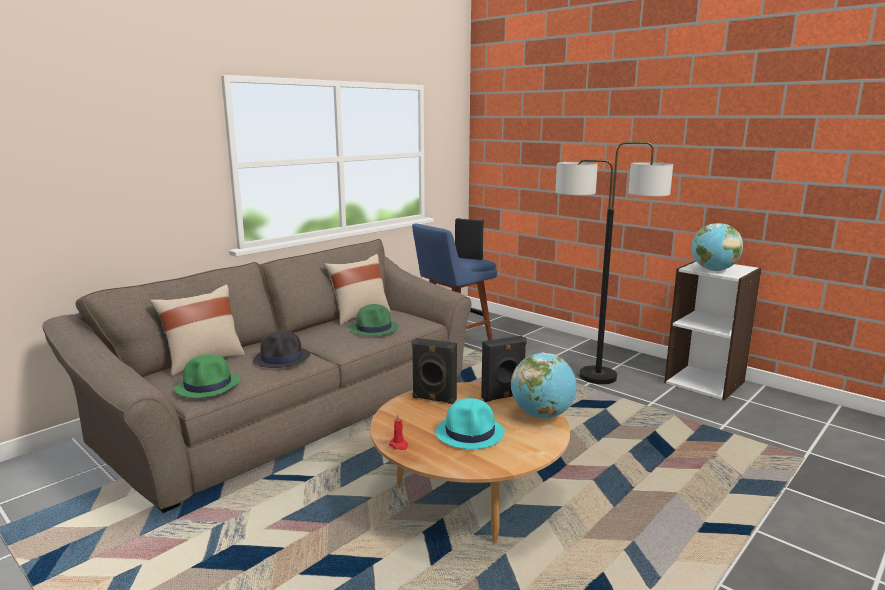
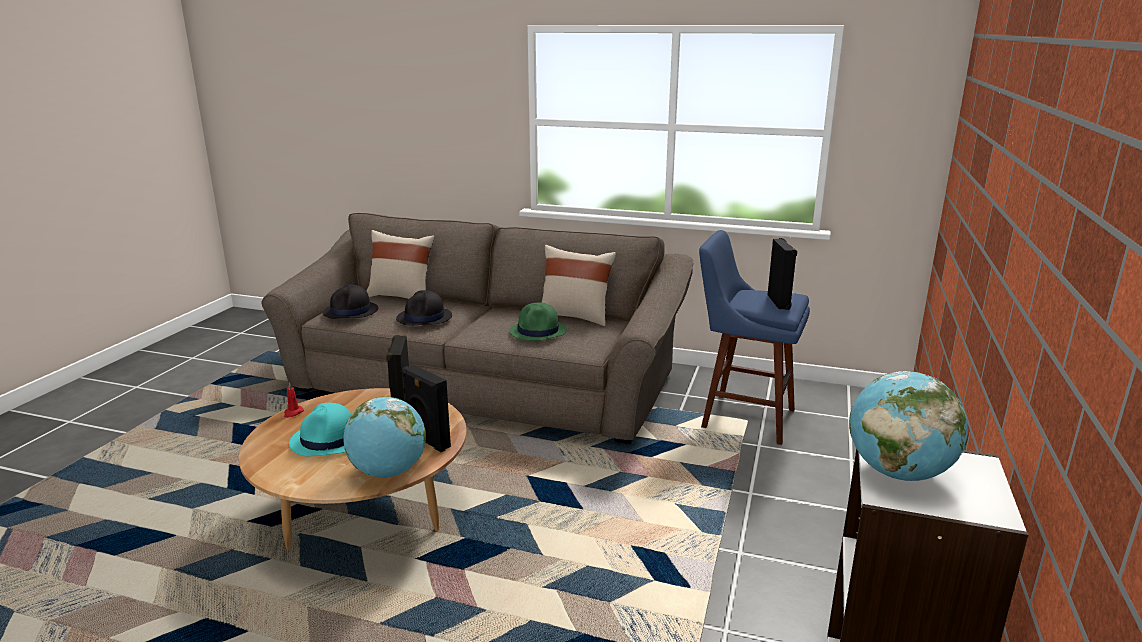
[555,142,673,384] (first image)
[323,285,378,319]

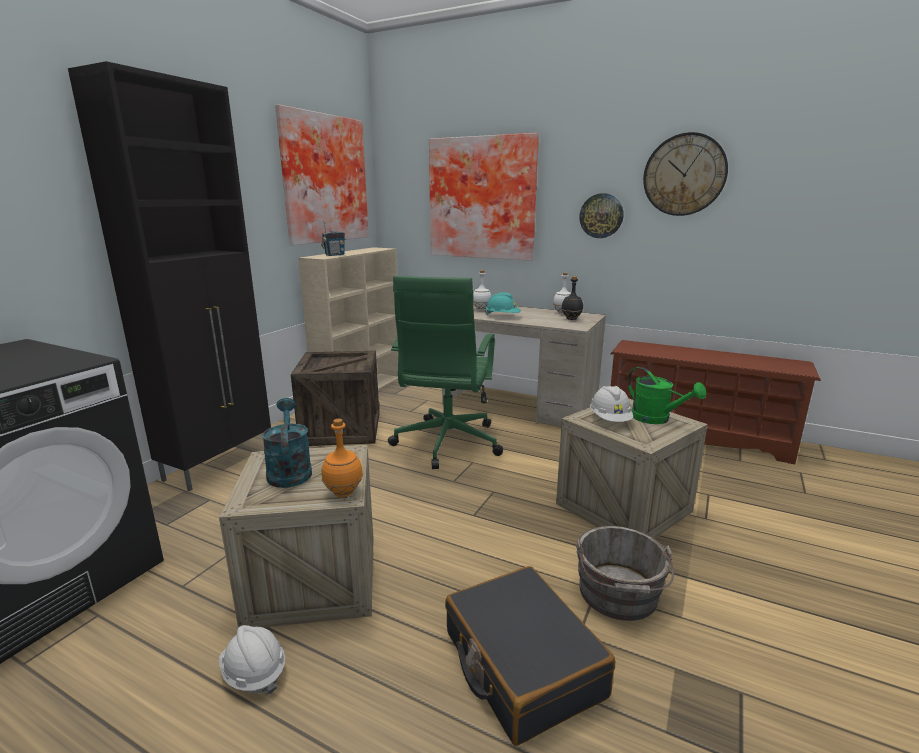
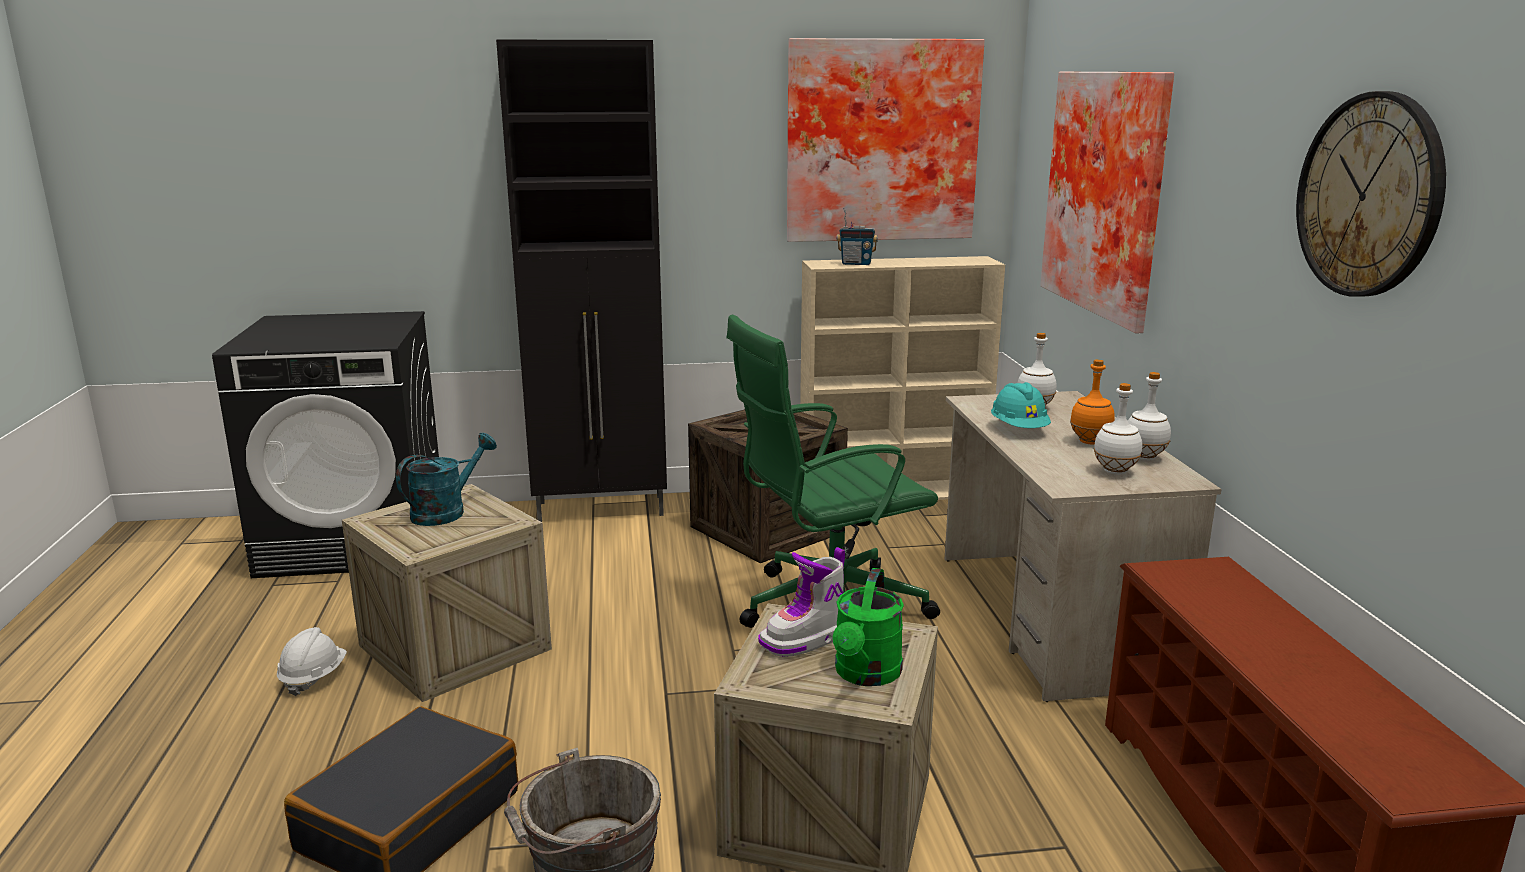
[579,193,624,238] (first image)
[1094,383,1142,475]
[758,547,845,657]
[1070,359,1115,444]

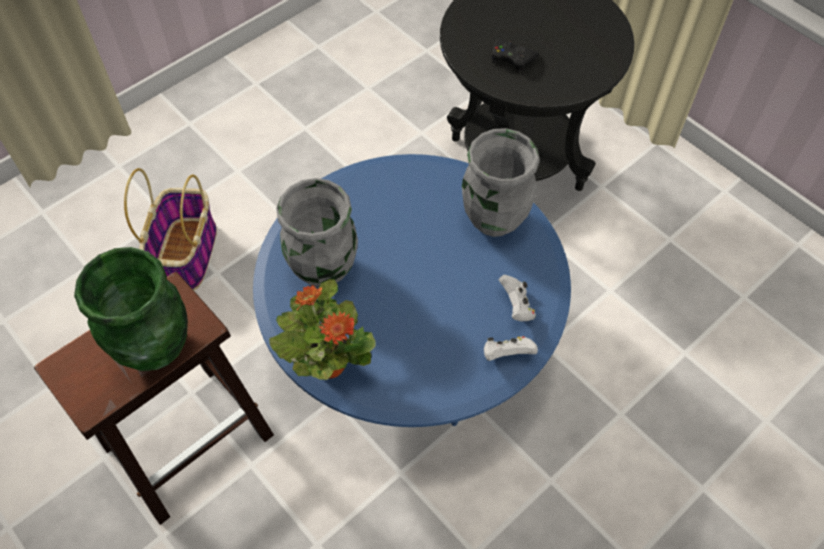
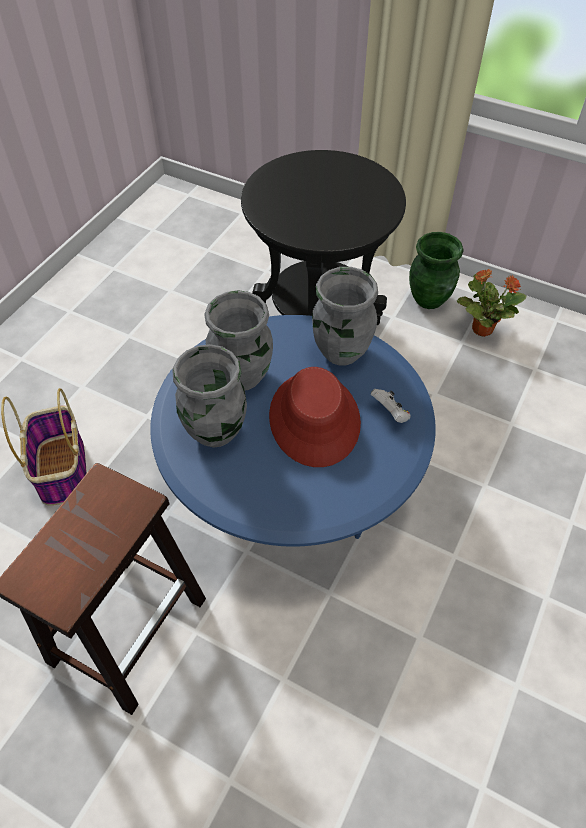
[492,39,540,72] (first image)
[409,232,463,309]
[457,269,526,337]
[484,336,538,361] (first image)
[204,290,273,390]
[269,367,361,467]

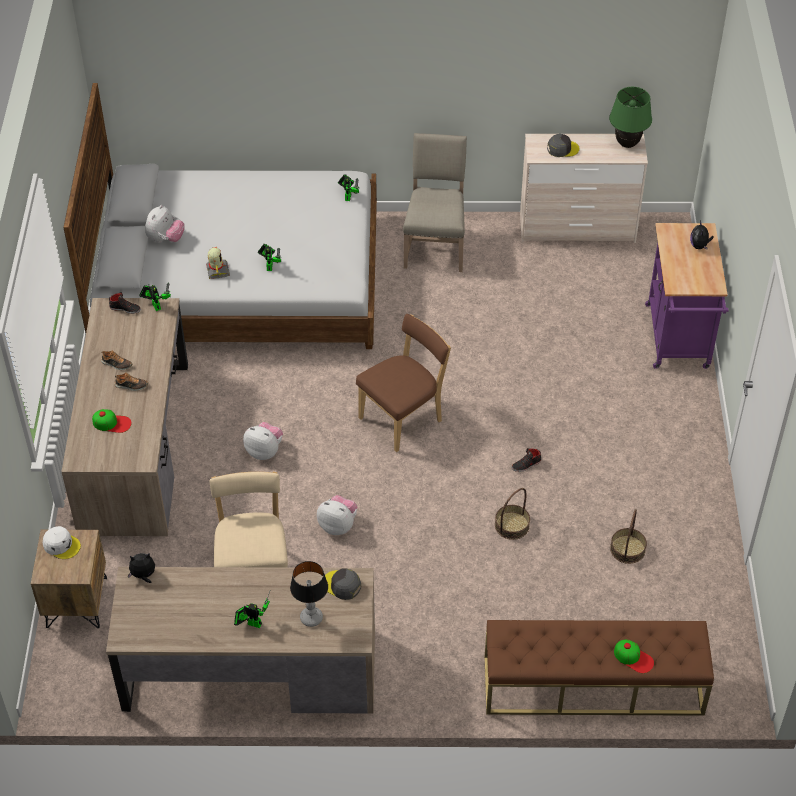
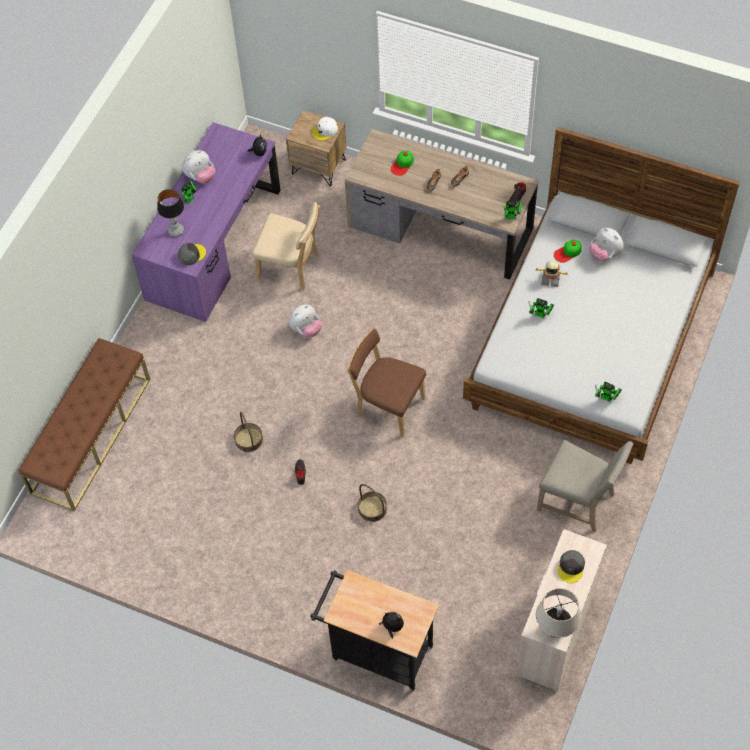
[536,588,581,638]
[310,570,439,691]
[347,329,426,437]
[182,150,215,183]
[358,484,387,522]
[132,122,281,322]
[554,240,582,263]

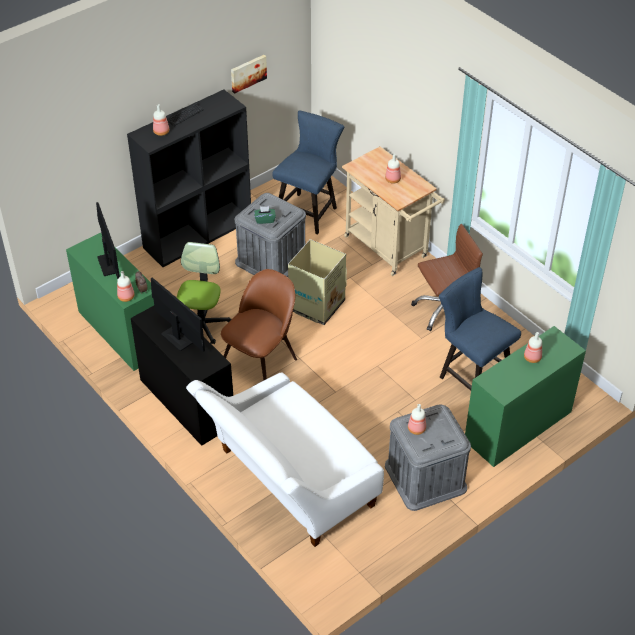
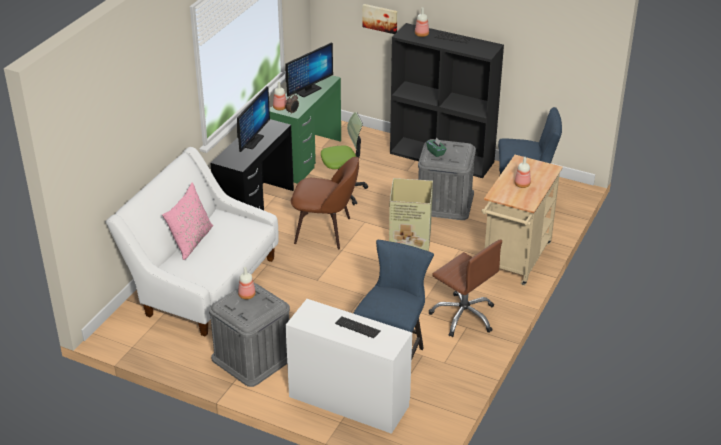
[362,4,398,34]
[285,299,412,434]
[335,316,381,338]
[162,182,213,260]

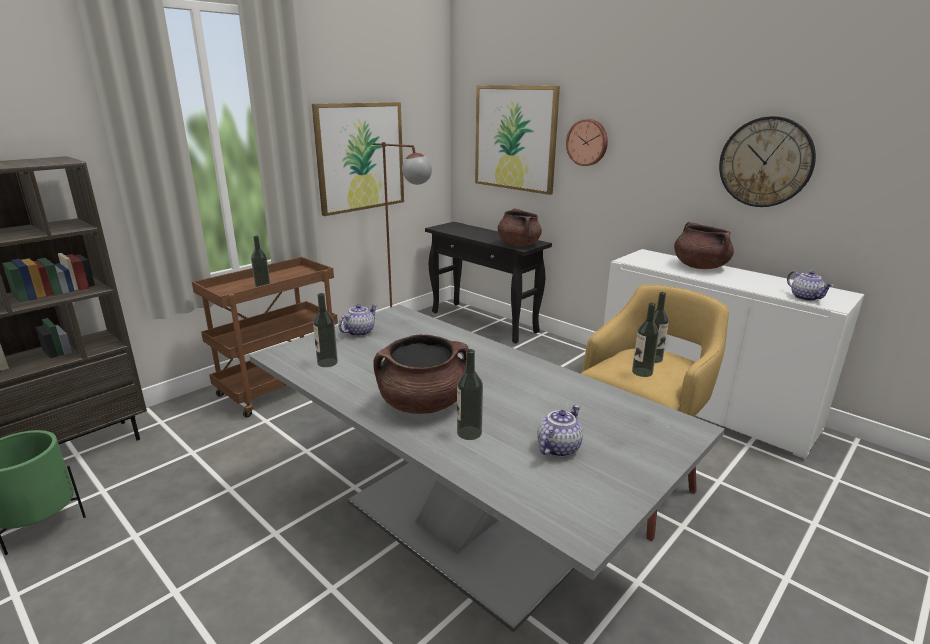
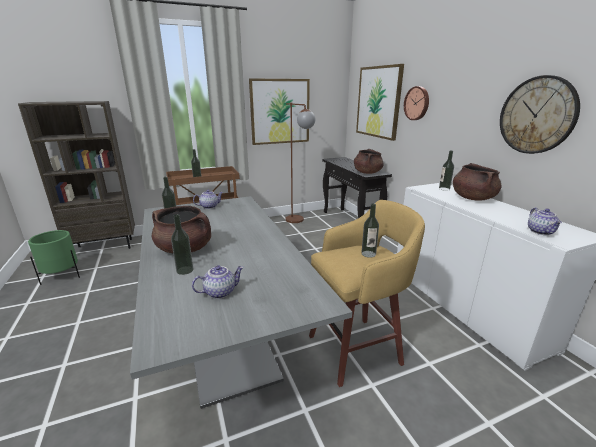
[439,151,454,191]

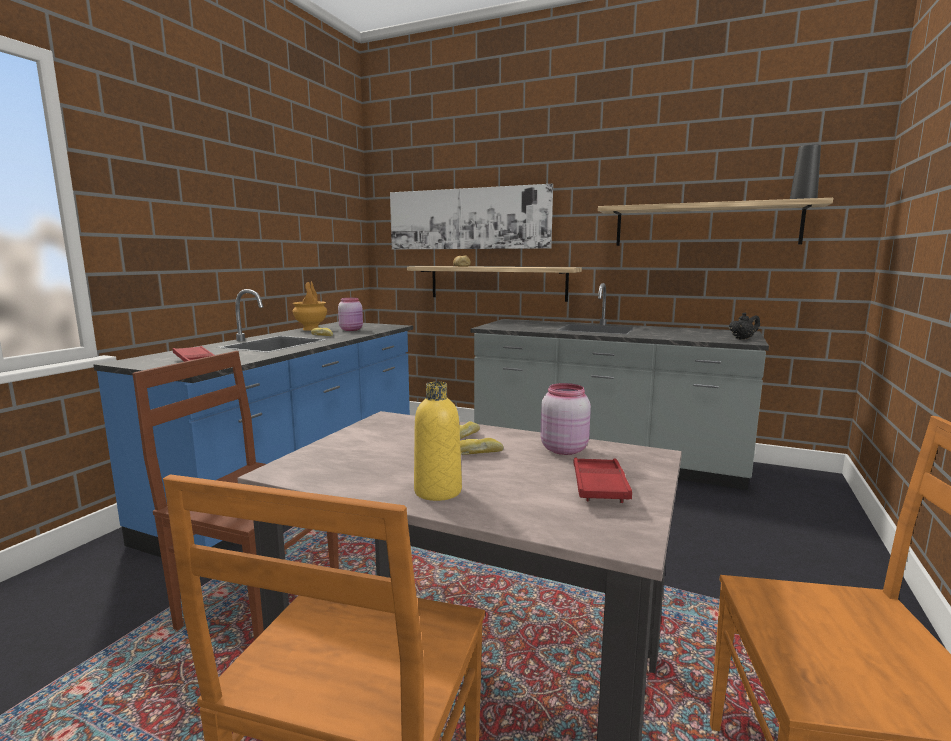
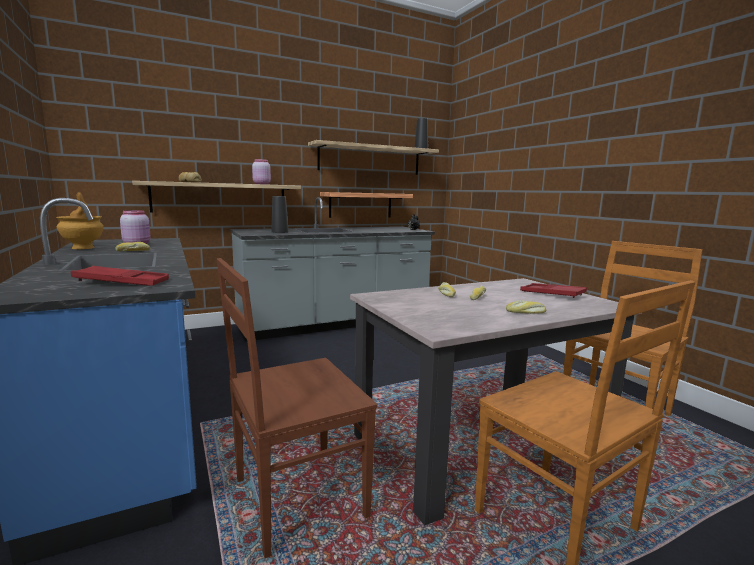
[390,184,553,249] (first image)
[506,300,546,314]
[252,159,271,184]
[320,192,413,218]
[271,196,289,233]

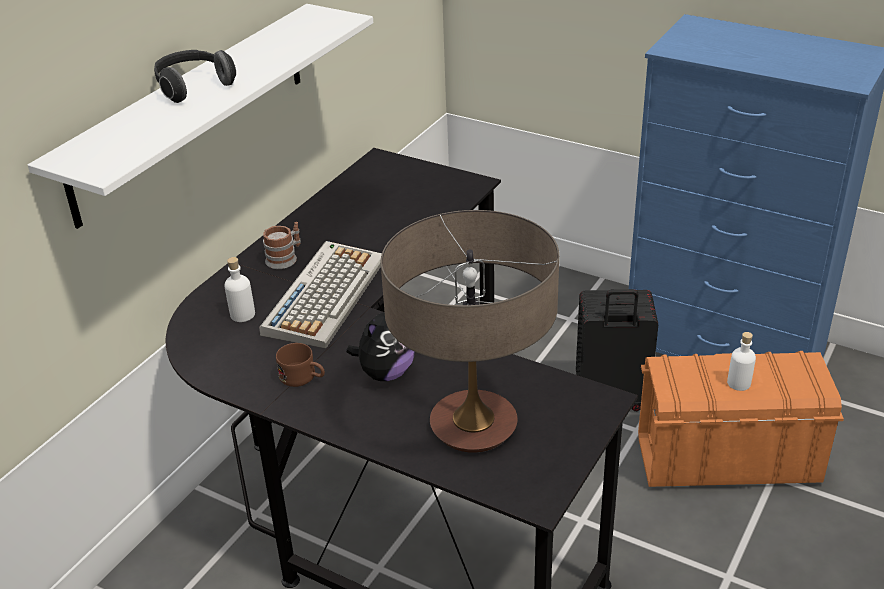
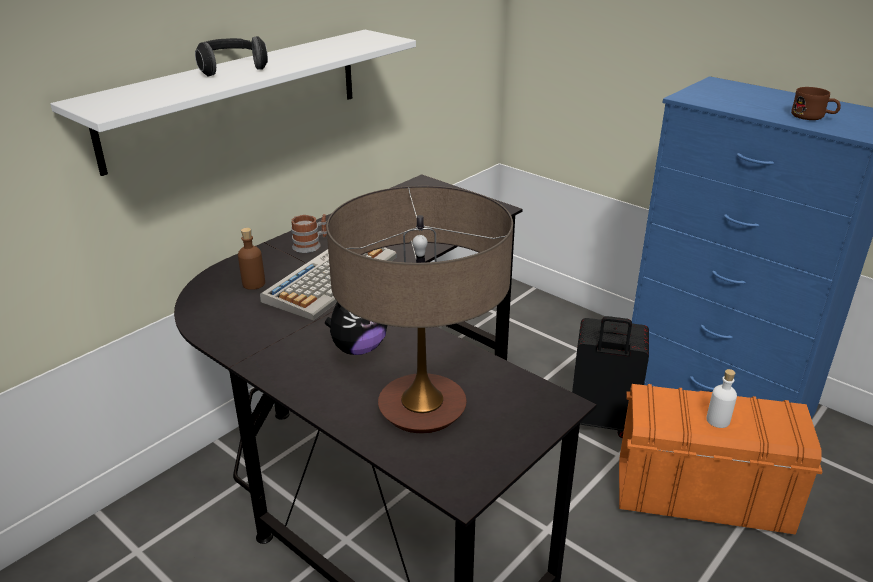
[238,228,265,290]
[791,87,841,120]

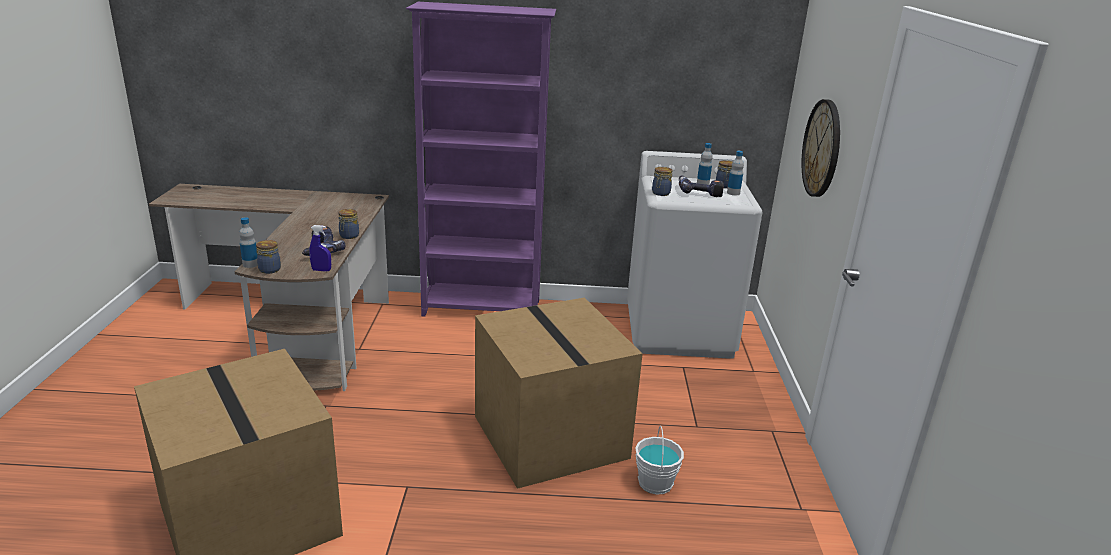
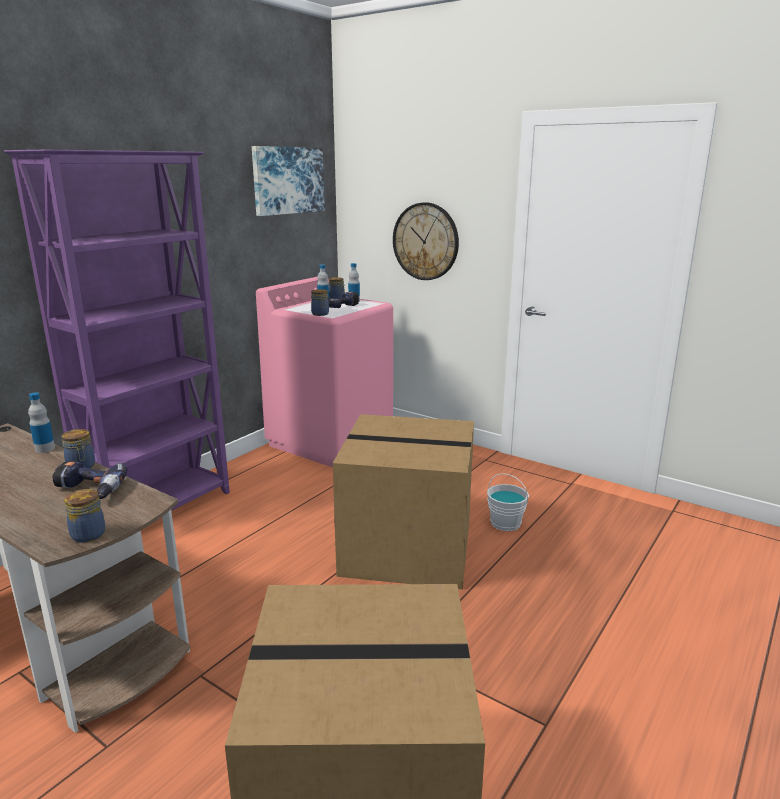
[256,277,393,467]
[28,392,55,453]
[309,225,331,272] (first image)
[252,146,325,216]

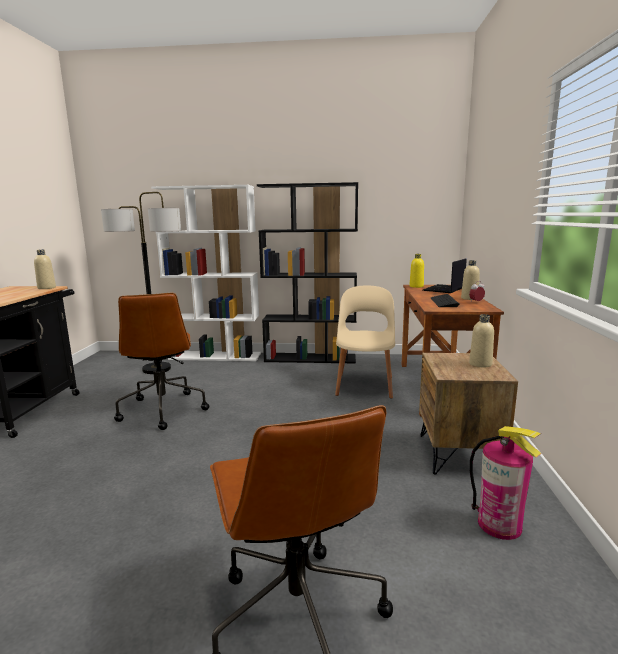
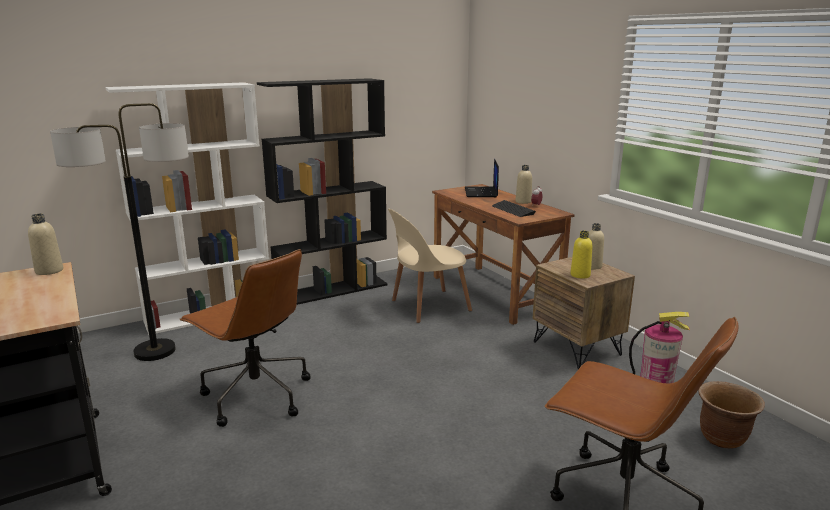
[570,231,592,279]
[388,209,472,323]
[698,381,765,449]

